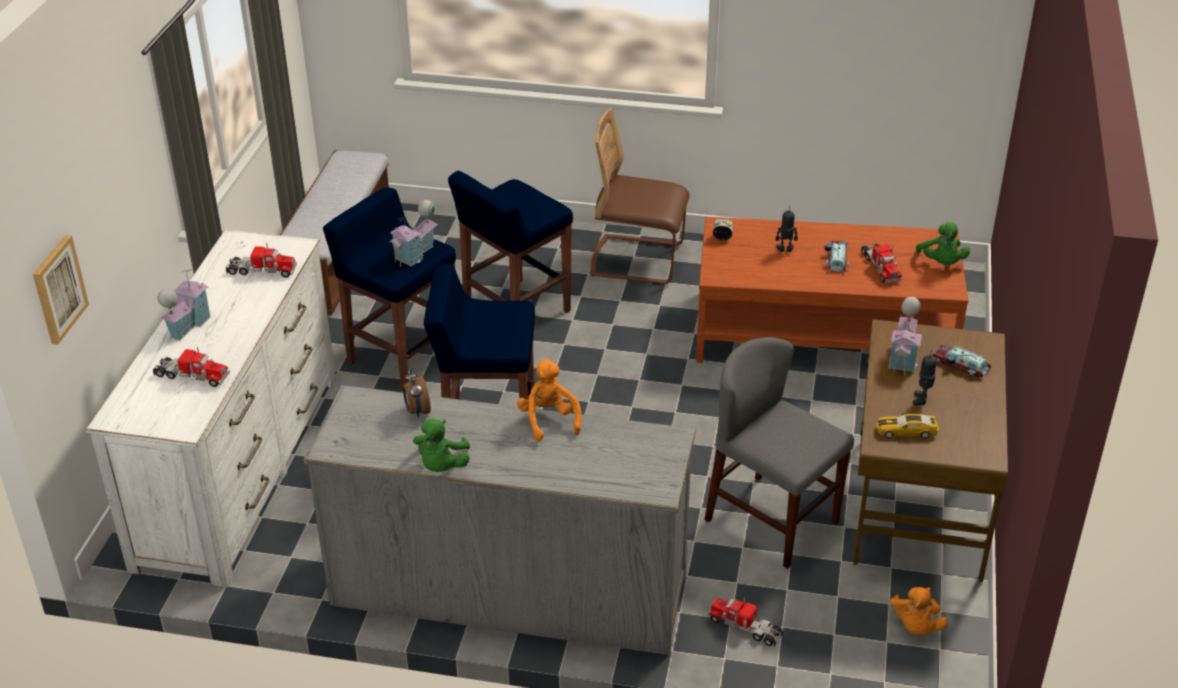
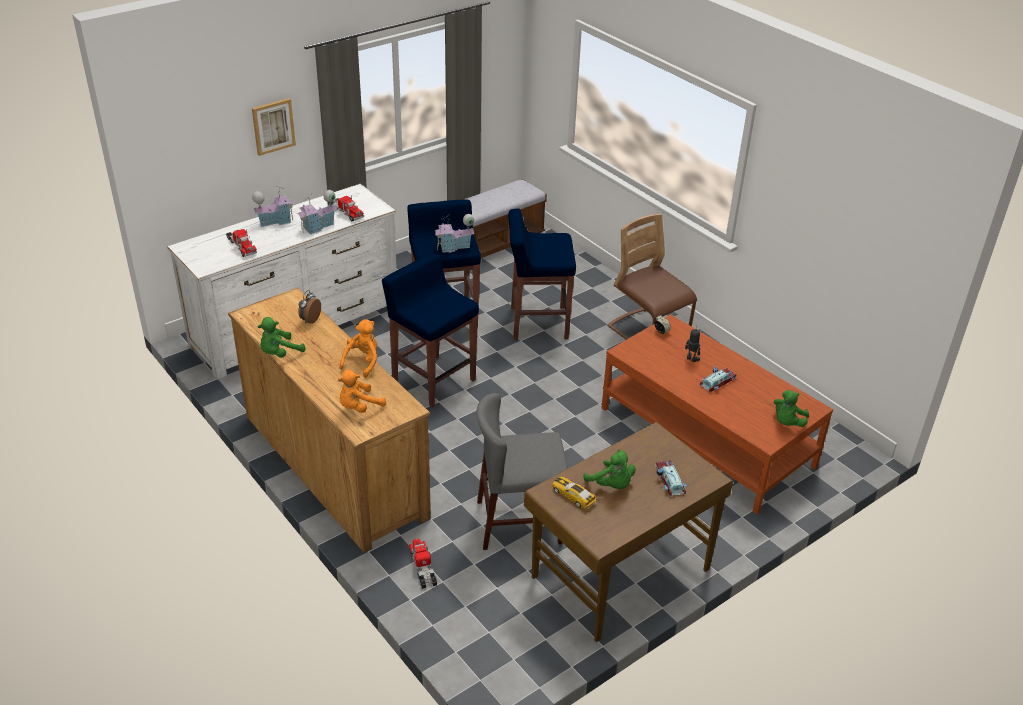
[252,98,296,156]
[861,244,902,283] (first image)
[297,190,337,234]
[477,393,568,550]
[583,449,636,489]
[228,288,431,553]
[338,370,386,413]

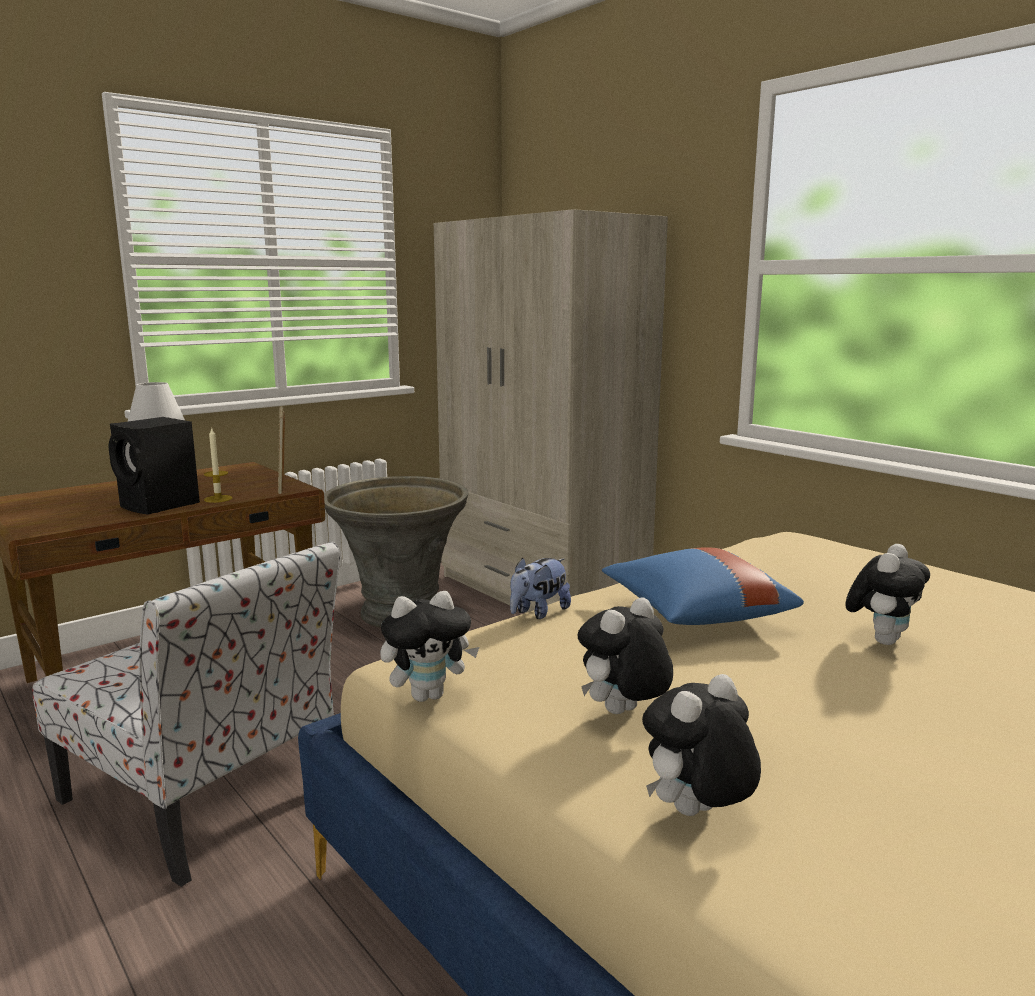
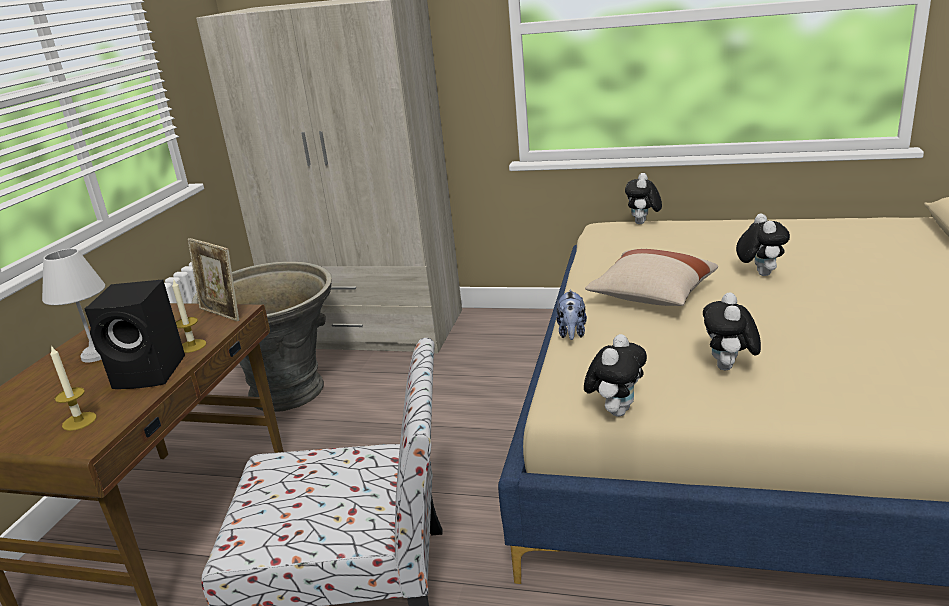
[585,249,718,306]
[625,173,662,224]
[50,345,97,431]

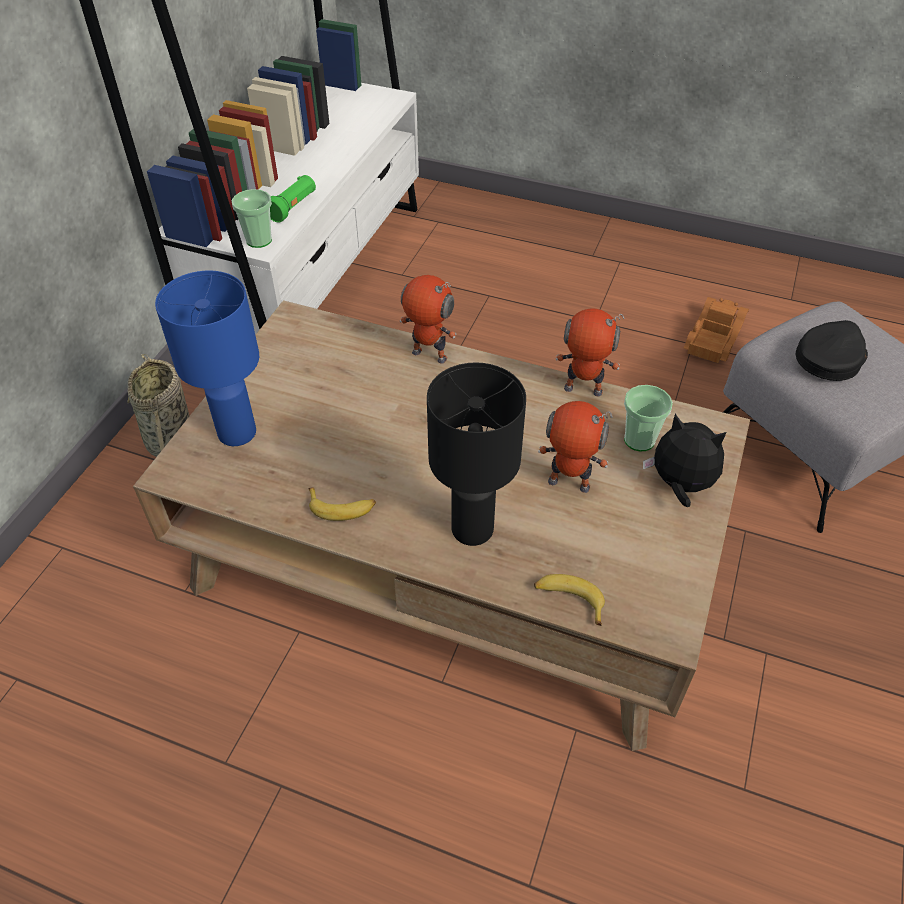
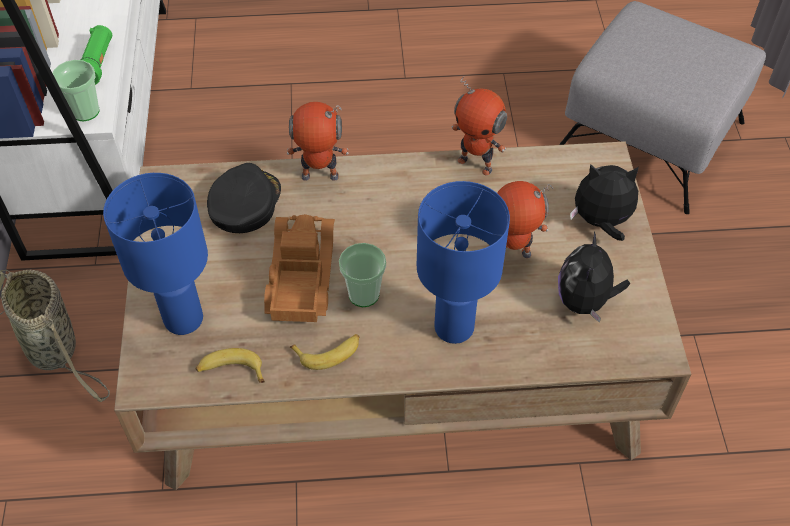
[264,214,335,322]
[451,76,507,175]
[207,163,281,233]
[417,181,510,344]
[339,243,386,307]
[195,348,265,383]
[558,232,630,323]

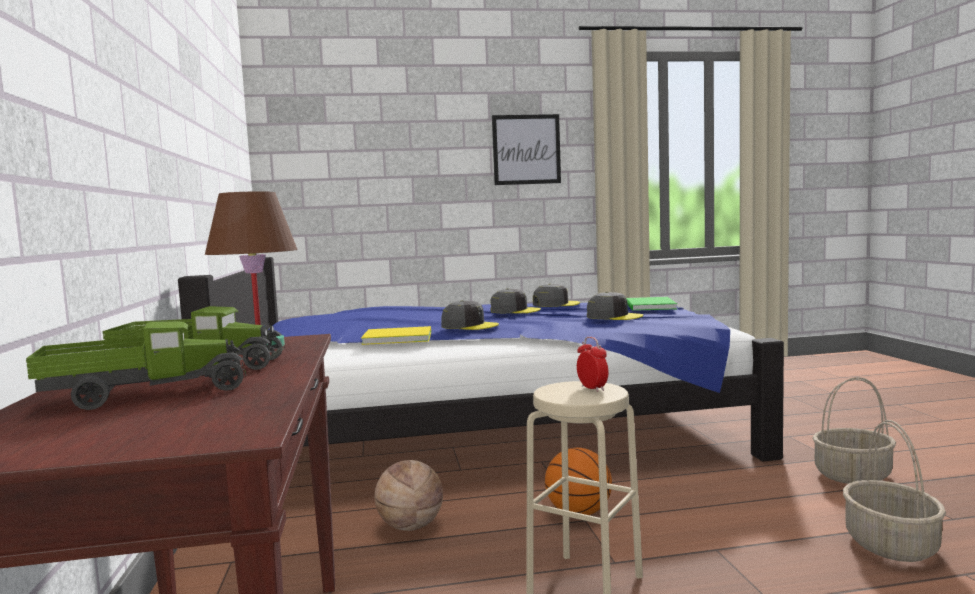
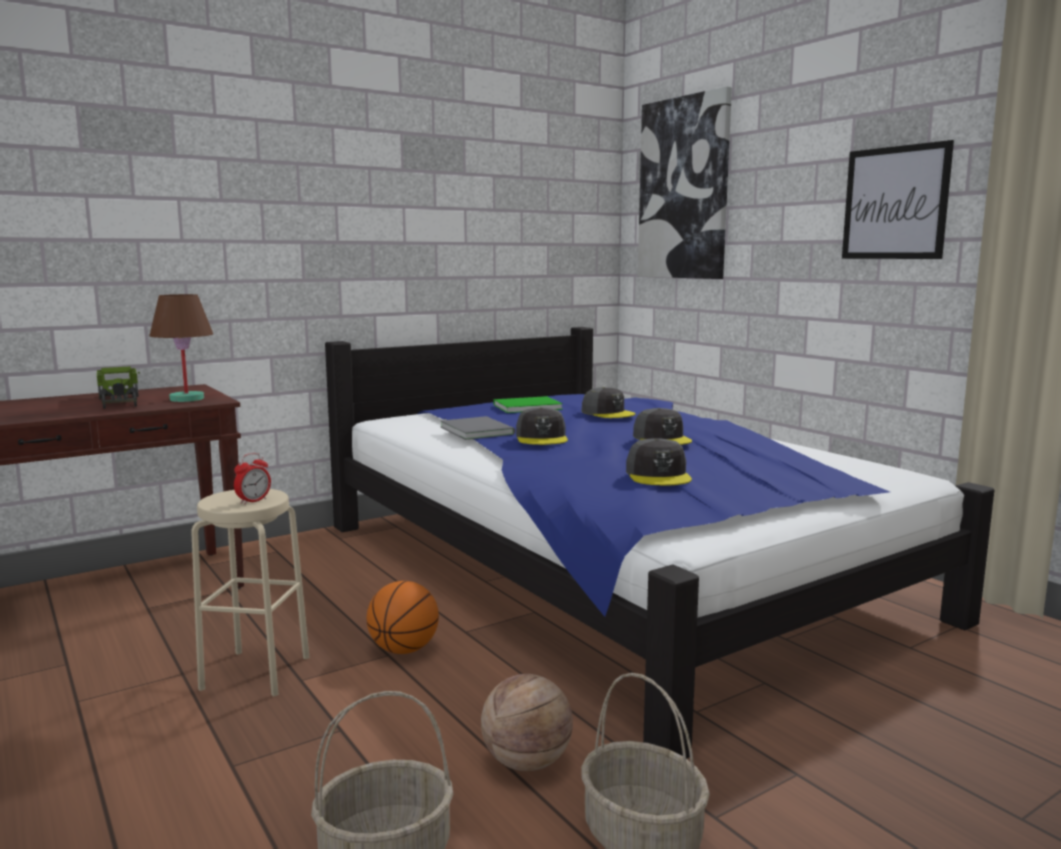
[582,387,636,418]
[493,396,563,413]
[26,321,246,410] (first image)
[441,416,515,440]
[481,674,573,771]
[638,86,732,279]

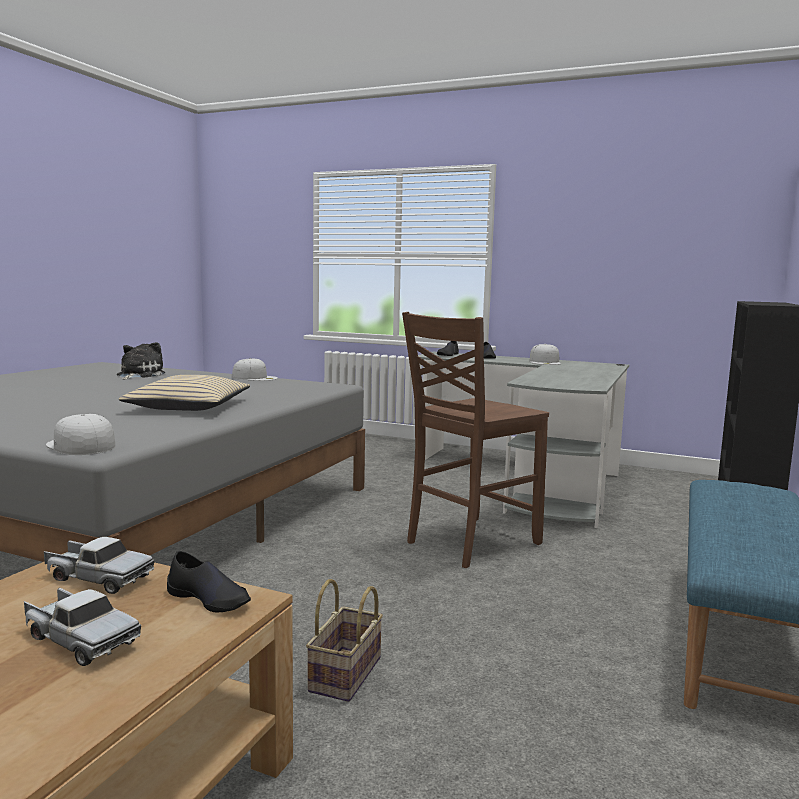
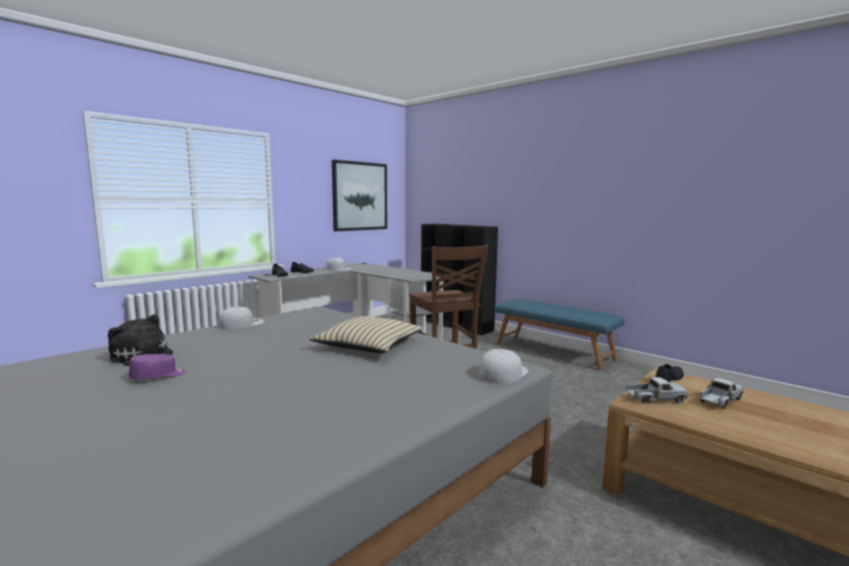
[479,349,528,384]
[626,377,688,404]
[306,579,383,702] (first image)
[332,160,387,231]
[129,354,186,380]

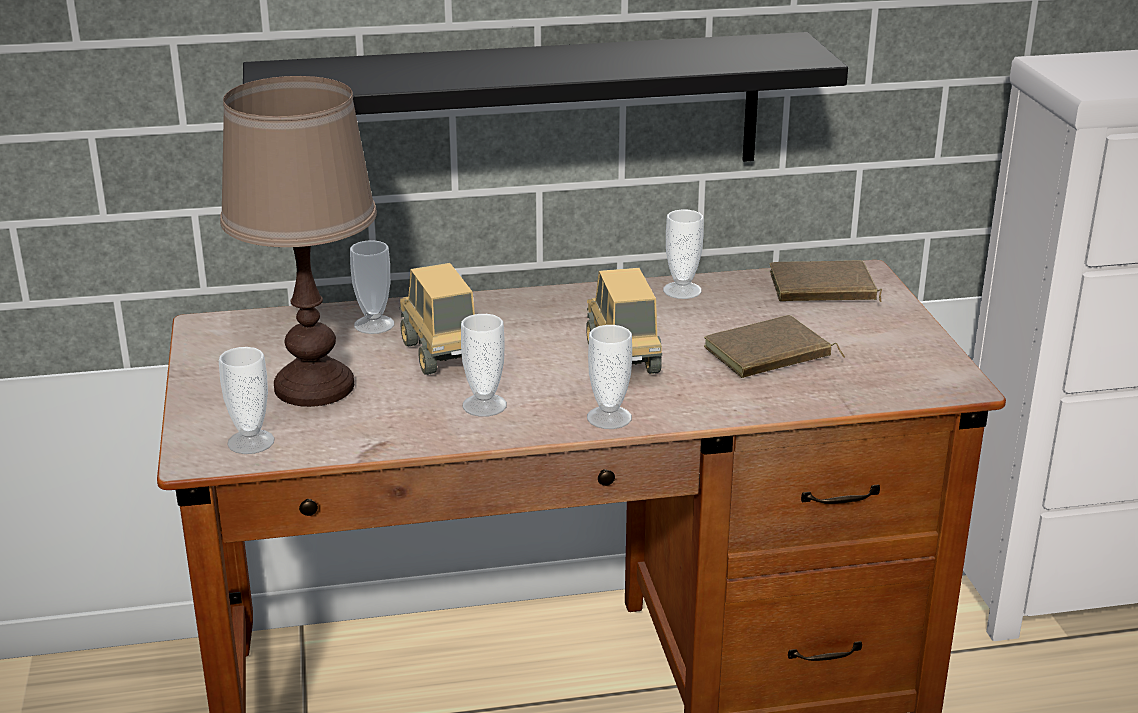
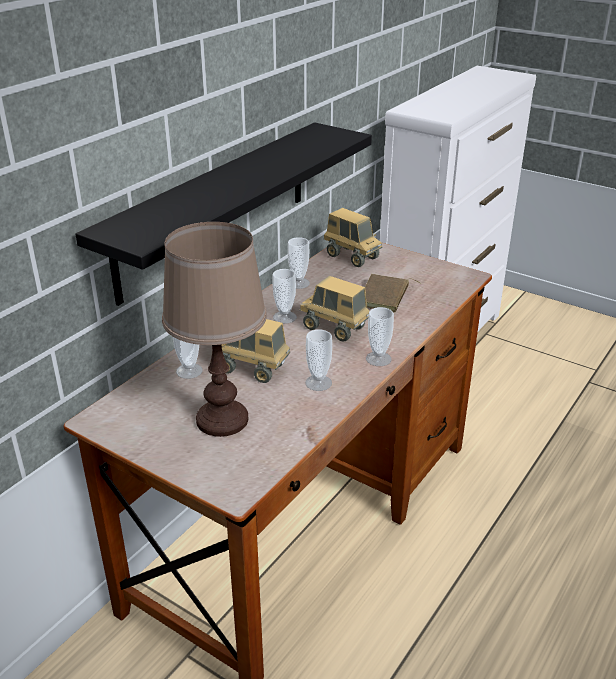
[323,208,383,267]
[273,269,297,324]

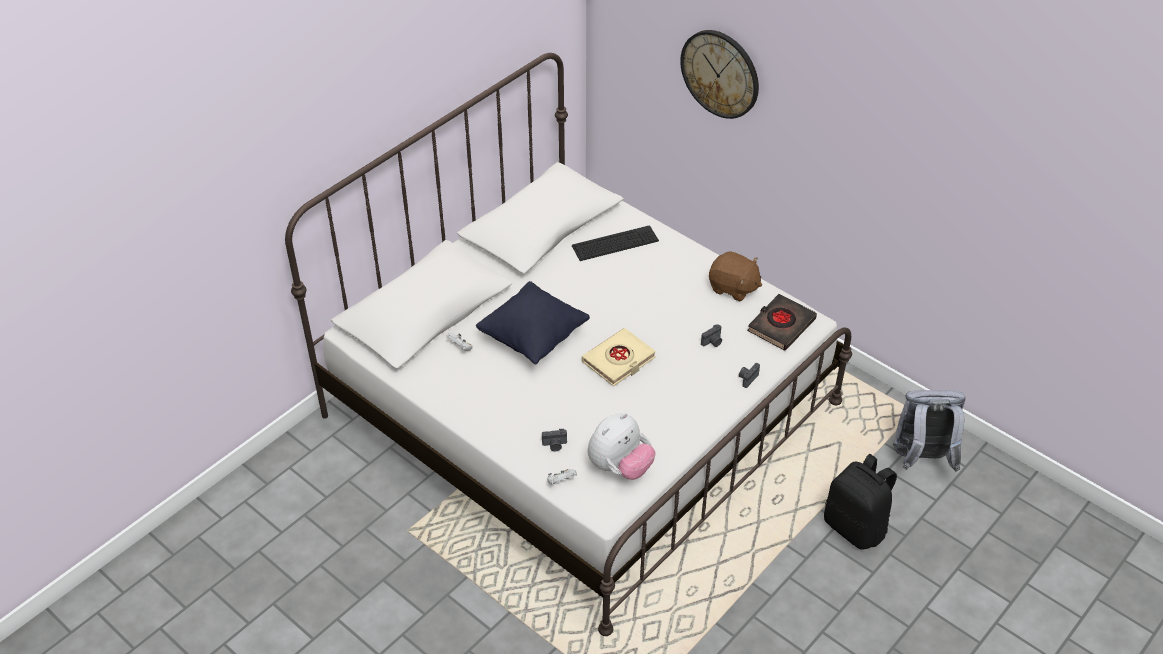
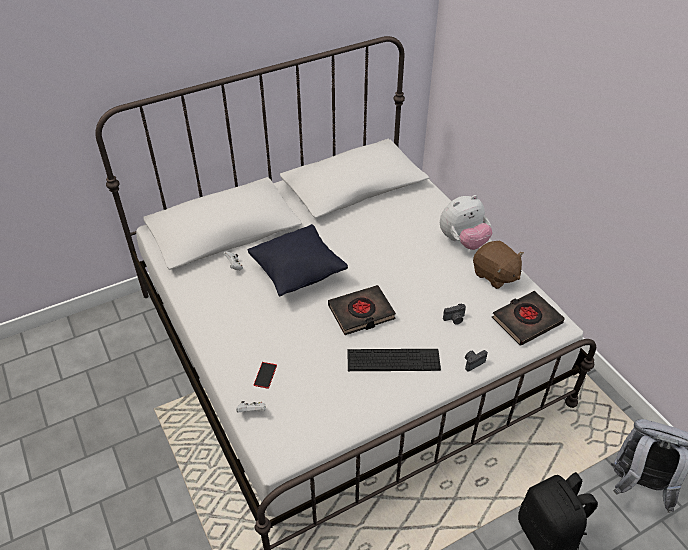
[680,30,759,119] (first image)
[347,349,441,371]
[328,285,396,335]
[440,195,492,250]
[254,362,277,389]

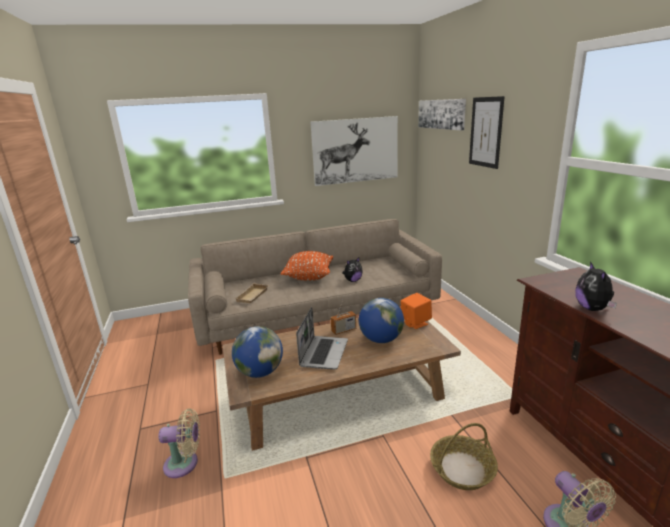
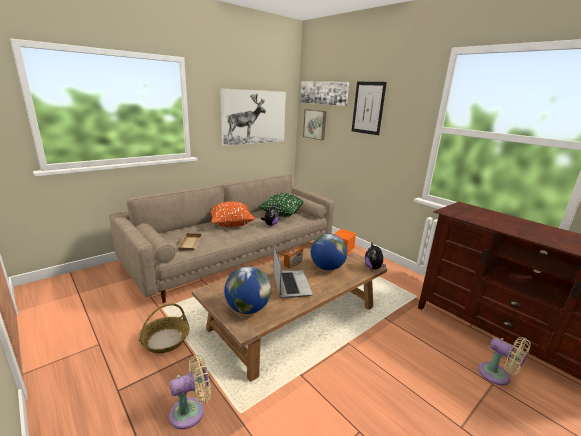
[365,242,386,270]
[138,303,190,353]
[303,109,327,140]
[258,193,303,217]

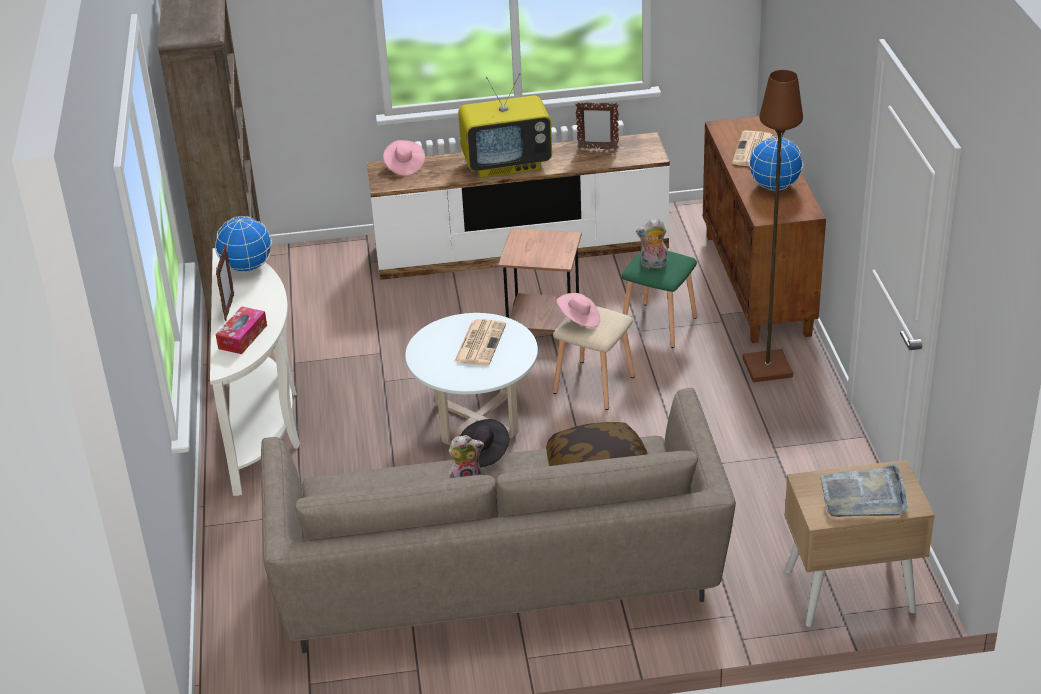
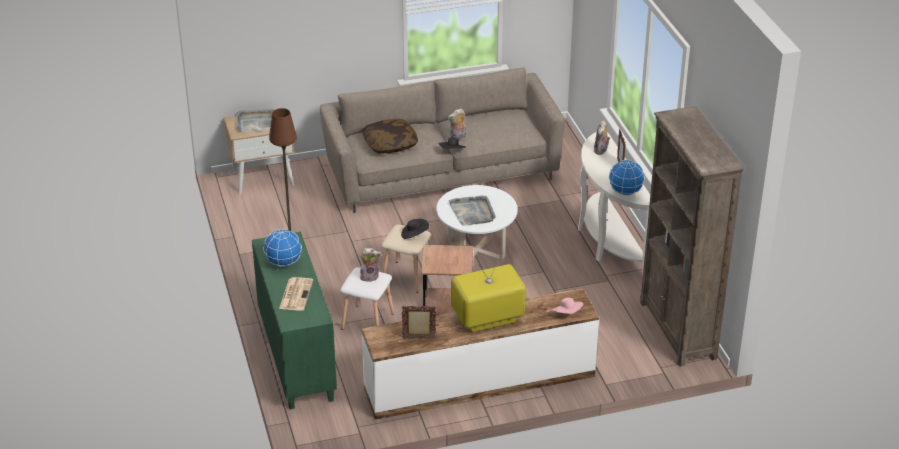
[252,232,337,409]
[340,267,394,330]
[401,219,429,239]
[594,120,610,155]
[448,195,496,226]

